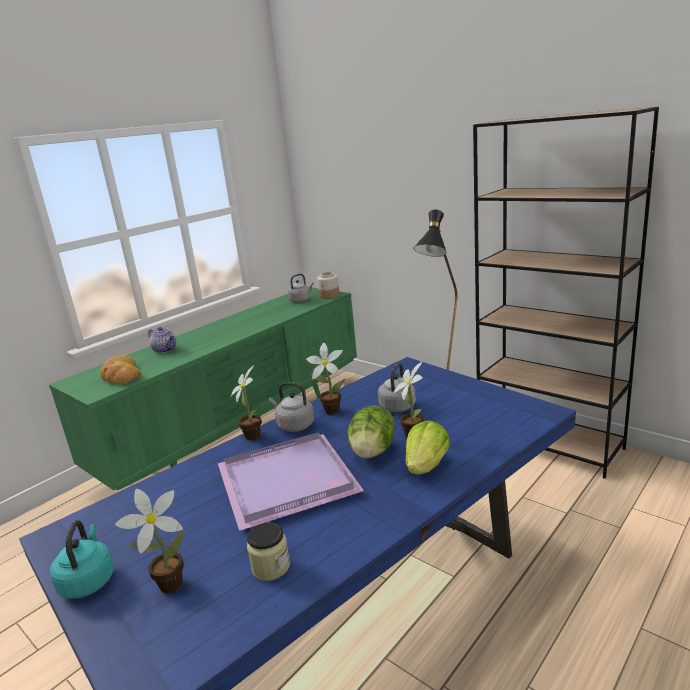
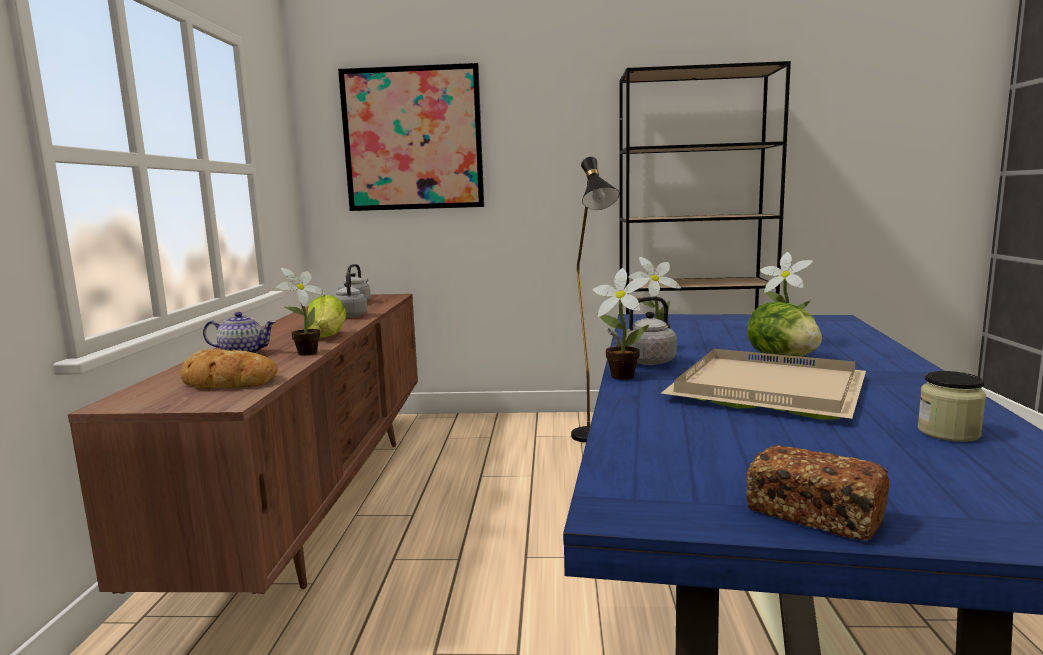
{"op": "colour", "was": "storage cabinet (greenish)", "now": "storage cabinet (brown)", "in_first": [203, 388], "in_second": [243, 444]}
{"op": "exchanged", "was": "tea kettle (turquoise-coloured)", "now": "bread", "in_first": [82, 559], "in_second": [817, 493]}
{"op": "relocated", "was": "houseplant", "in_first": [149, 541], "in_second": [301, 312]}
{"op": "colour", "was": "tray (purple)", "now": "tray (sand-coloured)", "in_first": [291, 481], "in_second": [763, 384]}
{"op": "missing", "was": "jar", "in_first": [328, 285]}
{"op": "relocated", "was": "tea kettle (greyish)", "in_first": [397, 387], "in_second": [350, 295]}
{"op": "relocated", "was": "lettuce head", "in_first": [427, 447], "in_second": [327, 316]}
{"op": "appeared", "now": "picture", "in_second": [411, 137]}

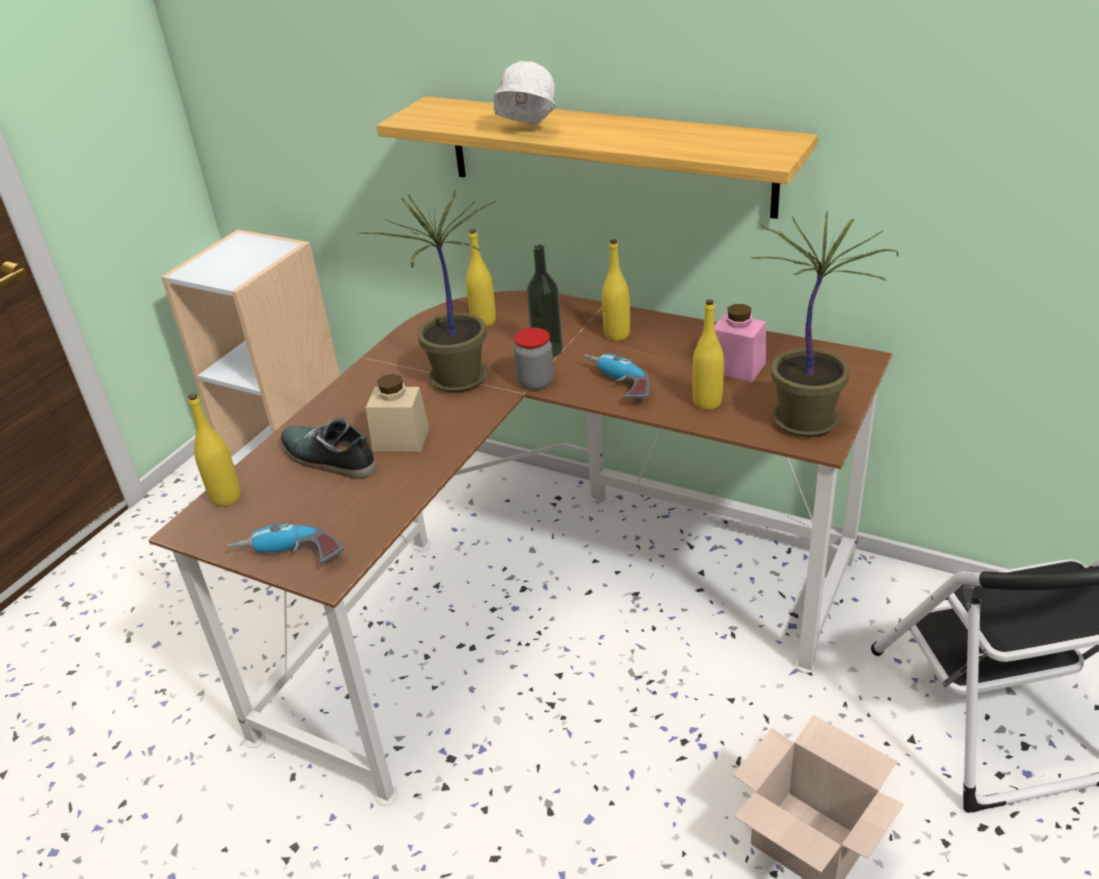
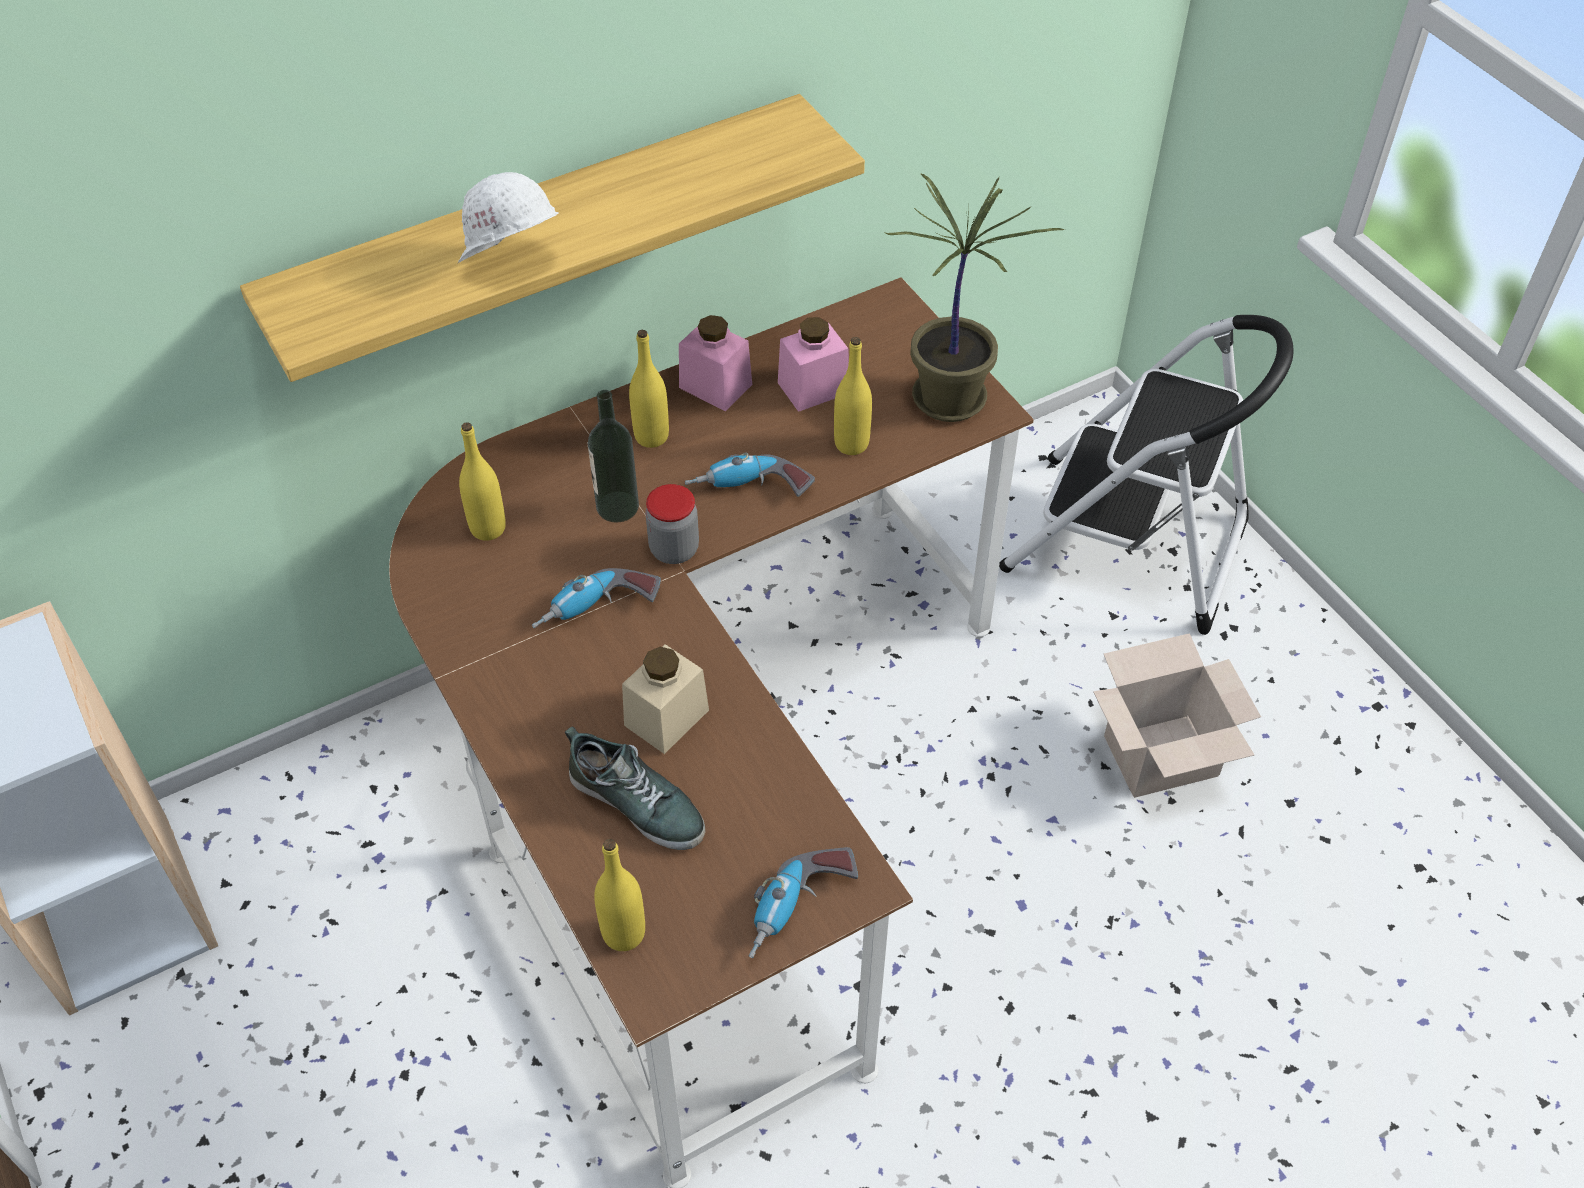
{"op": "spun", "was": "shoe", "in_first": [328, 448], "in_second": [635, 788], "clockwise": -120}
{"op": "exchanged", "was": "houseplant", "now": "power drill", "in_first": [428, 291], "in_second": [596, 598]}
{"op": "appeared", "now": "jar (pink-coloured)", "in_second": [715, 363]}

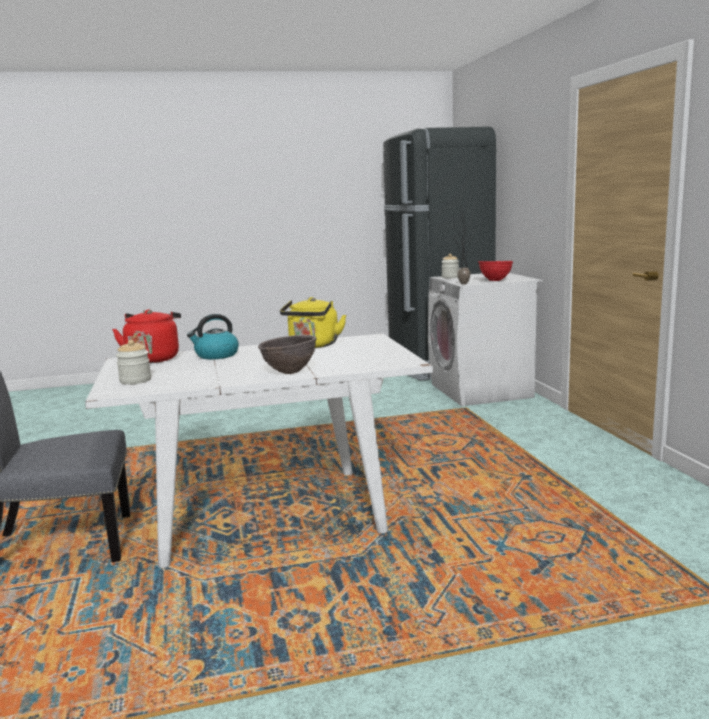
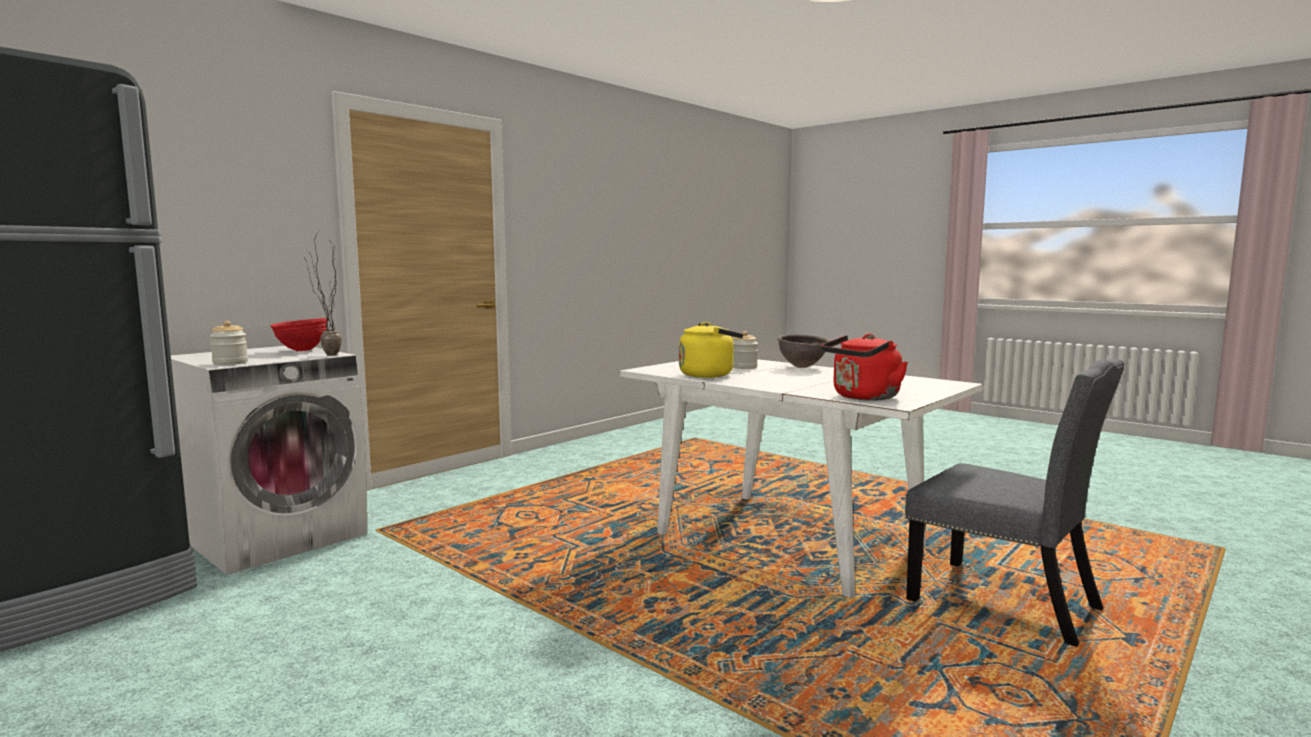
{"op": "relocated", "was": "jar", "in_first": [133, 362], "in_second": [745, 350]}
{"op": "missing", "was": "tea kettle", "in_first": [213, 336]}

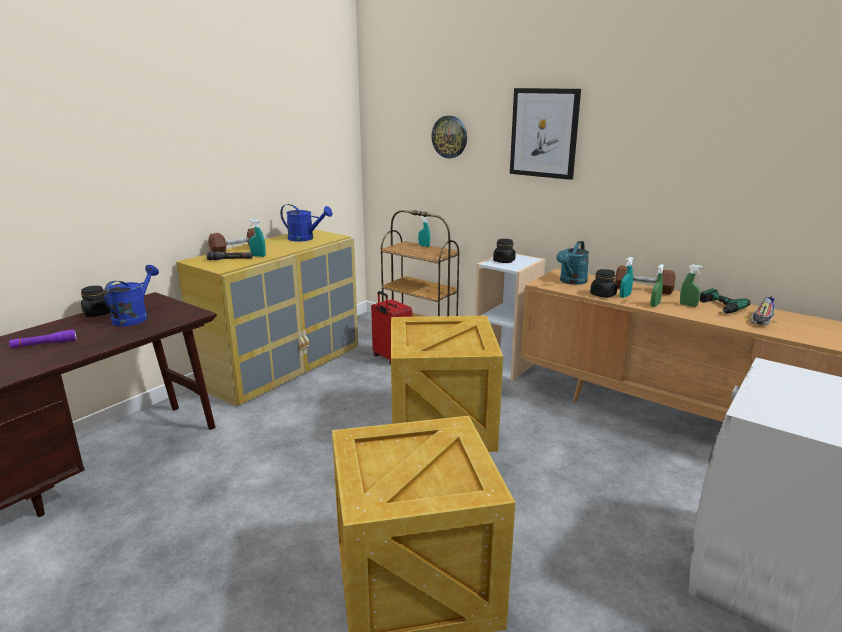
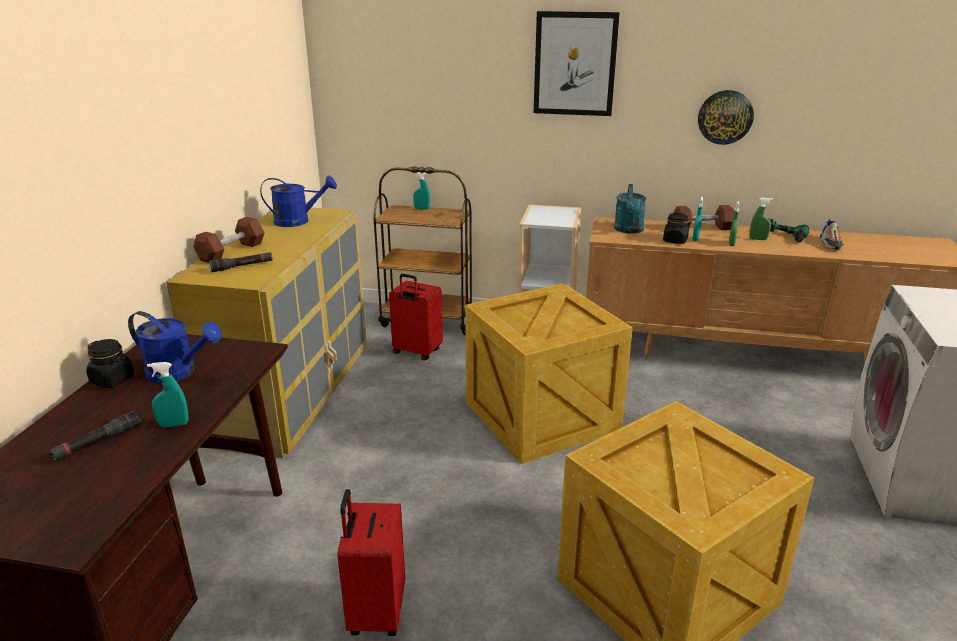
{"op": "colour", "was": "flashlight (purple)", "now": "flashlight (black)", "in_first": [43, 339], "in_second": [94, 436]}
{"op": "spun", "was": "sprinkling can (blue-coloured)", "in_first": [131, 296], "in_second": [175, 347], "clockwise": 120}
{"op": "relocated", "was": "hand sprayer (turquoise-coloured)", "in_first": [257, 238], "in_second": [168, 394]}
{"op": "relocated", "was": "hanging clock", "in_first": [449, 137], "in_second": [726, 117]}
{"op": "missing", "was": "jar (black)", "in_first": [504, 251]}
{"op": "appeared", "now": "piece of luggage (reddish)", "in_second": [371, 562]}

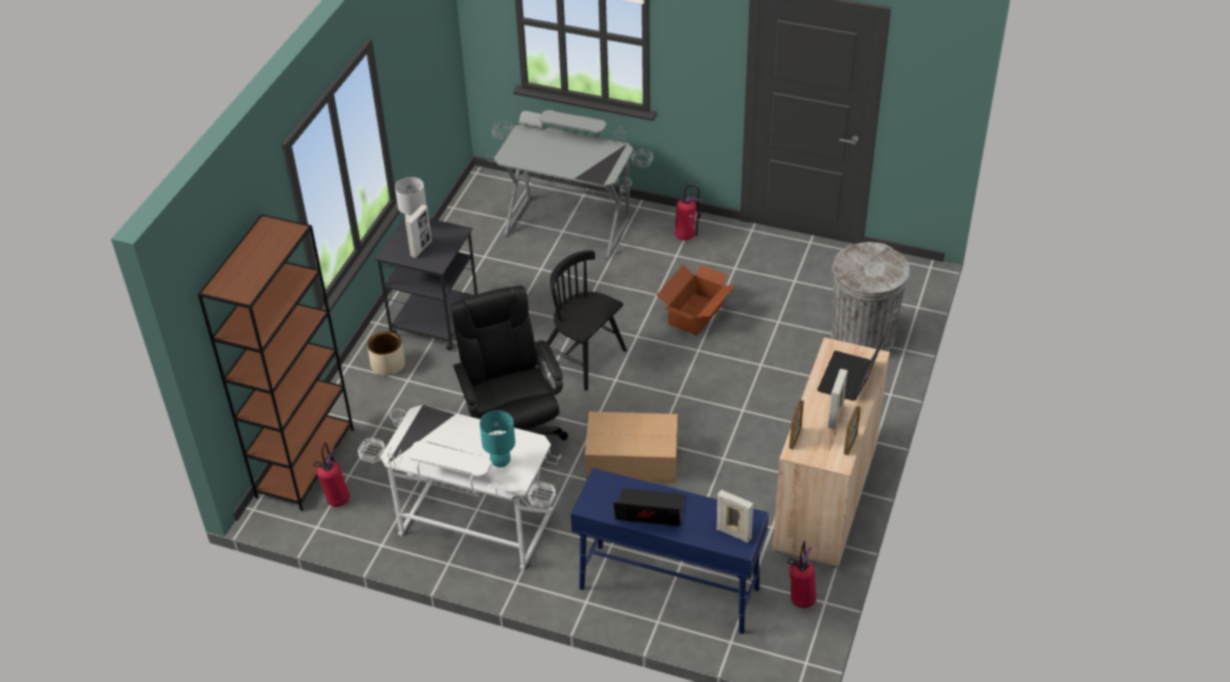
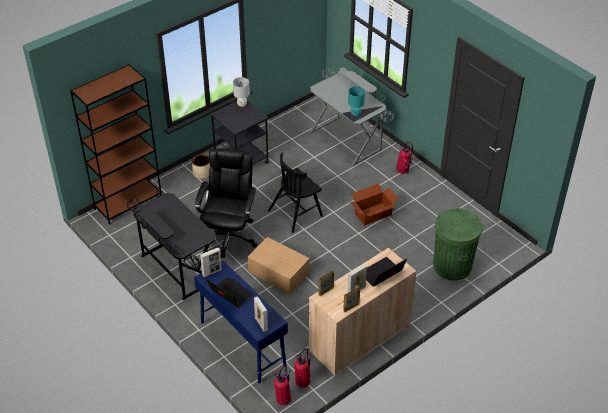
{"op": "relocated", "was": "fire extinguisher", "in_first": [331, 474], "in_second": [282, 385]}
{"op": "colour", "was": "desk (whitish)", "now": "desk (black)", "in_first": [459, 487], "in_second": [172, 245]}
{"op": "relocated", "was": "photo frame", "in_first": [418, 231], "in_second": [211, 262]}
{"op": "relocated", "was": "table lamp (turquoise-coloured)", "in_first": [497, 439], "in_second": [356, 101]}
{"op": "spun", "was": "plain chair (black)", "in_first": [581, 320], "in_second": [295, 193], "clockwise": -105}
{"op": "colour", "was": "waste bin (greyish)", "now": "waste bin (greenish)", "in_first": [870, 297], "in_second": [458, 244]}

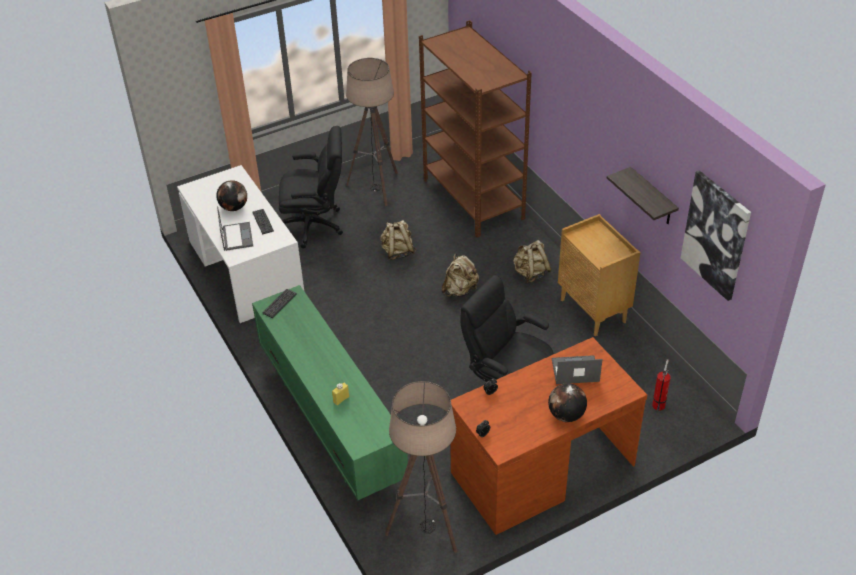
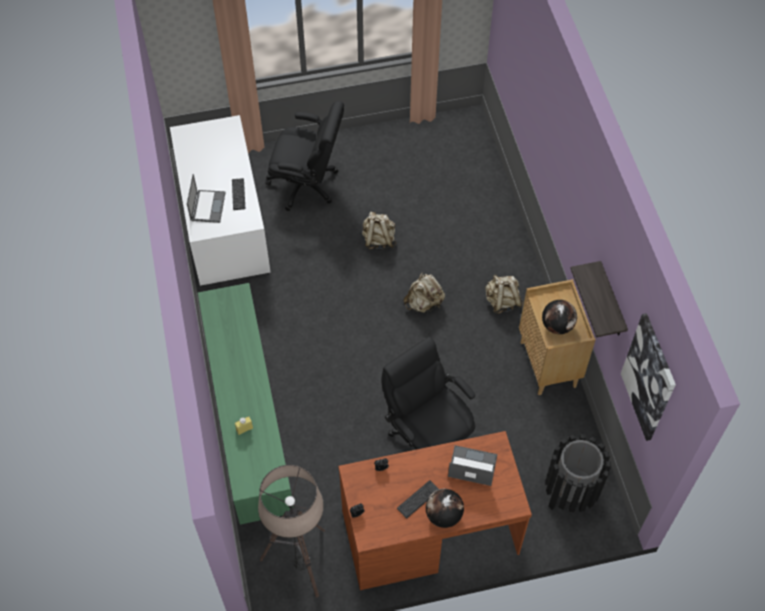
{"op": "relocated", "was": "desk globe", "in_first": [231, 195], "in_second": [559, 317]}
{"op": "relocated", "was": "PC keyboard", "in_first": [280, 303], "in_second": [418, 499]}
{"op": "missing", "was": "floor lamp", "in_first": [372, 132]}
{"op": "missing", "was": "shelving unit (brown)", "in_first": [475, 128]}
{"op": "exchanged", "was": "fire extinguisher", "now": "waste bin (black)", "in_first": [661, 385], "in_second": [578, 473]}

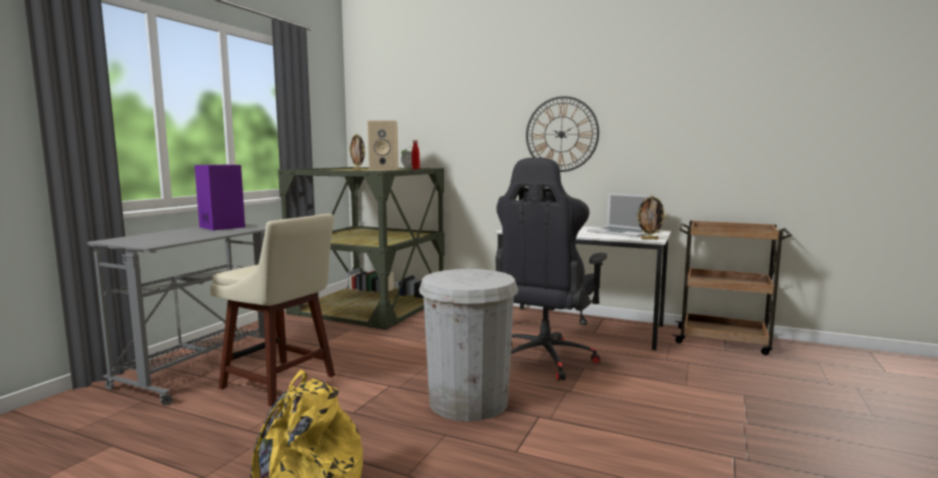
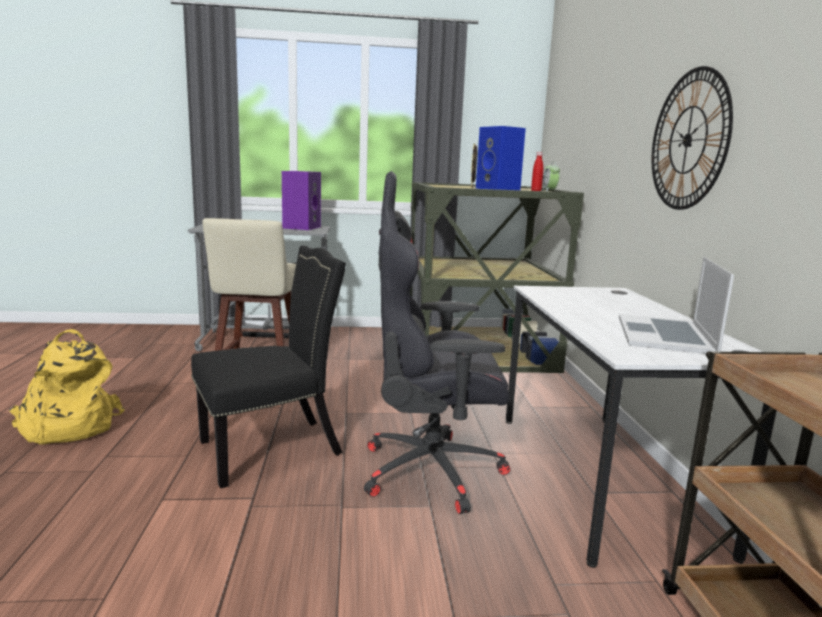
{"op": "colour", "was": "loudspeaker (sand-coloured)", "now": "loudspeaker (blue-coloured)", "in_first": [383, 145], "in_second": [501, 158]}
{"op": "exchanged", "was": "waste bin (whitish)", "now": "plain chair (black)", "in_first": [468, 345], "in_second": [268, 366]}
{"op": "missing", "was": "photo frame", "in_first": [651, 217]}

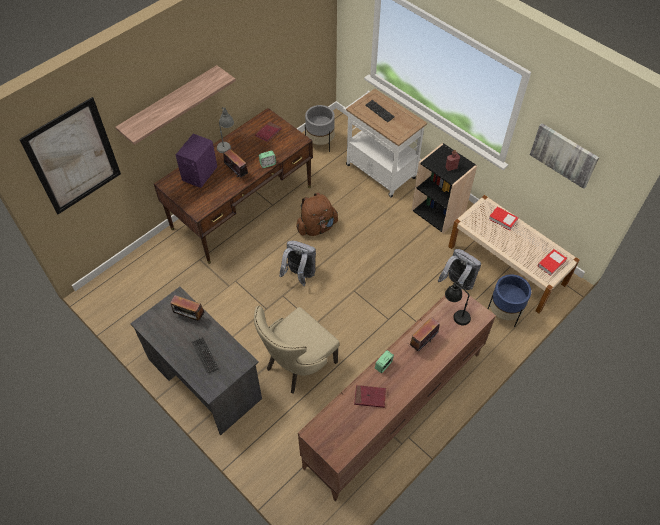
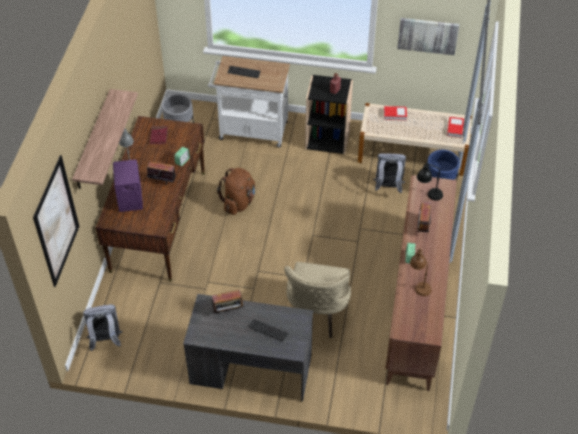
{"op": "relocated", "was": "rucksack (greyish)", "in_first": [297, 263], "in_second": [103, 327]}
{"op": "exchanged", "was": "volume (reddish)", "now": "table lamp (brown)", "in_first": [370, 396], "in_second": [421, 272]}

